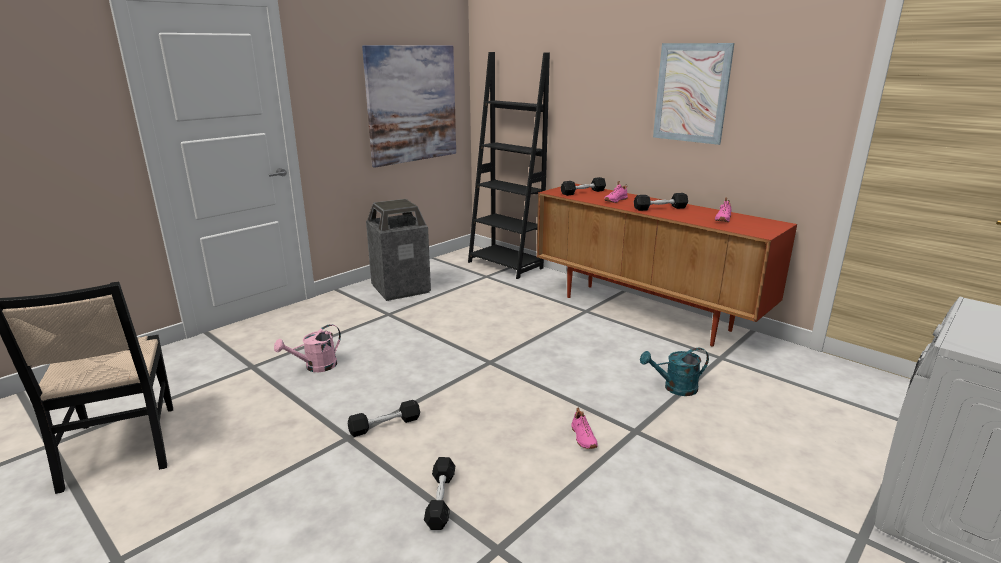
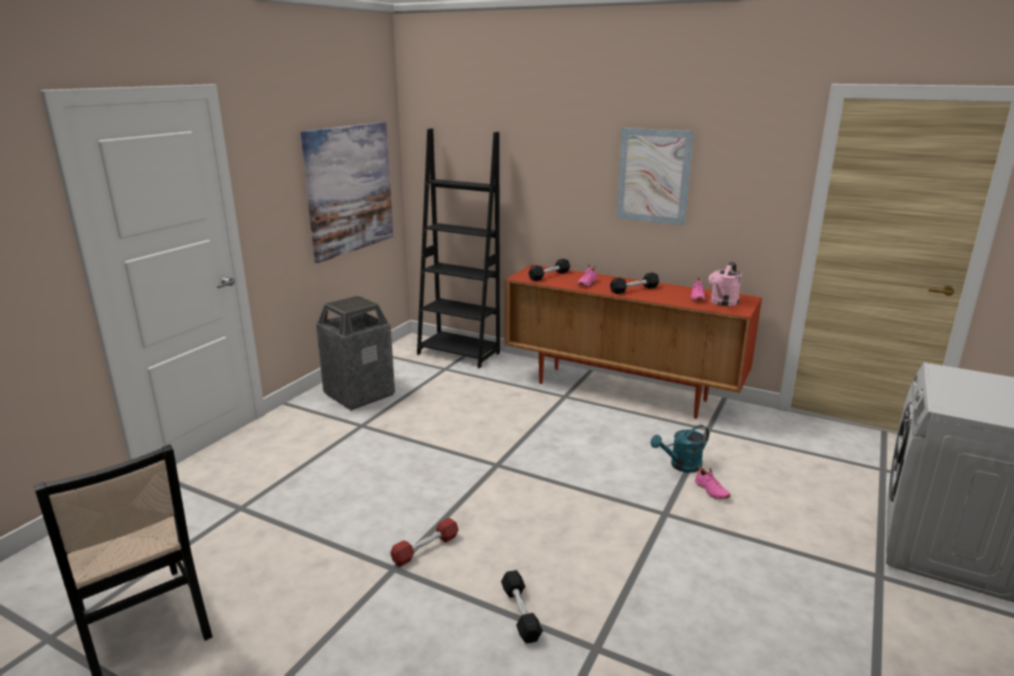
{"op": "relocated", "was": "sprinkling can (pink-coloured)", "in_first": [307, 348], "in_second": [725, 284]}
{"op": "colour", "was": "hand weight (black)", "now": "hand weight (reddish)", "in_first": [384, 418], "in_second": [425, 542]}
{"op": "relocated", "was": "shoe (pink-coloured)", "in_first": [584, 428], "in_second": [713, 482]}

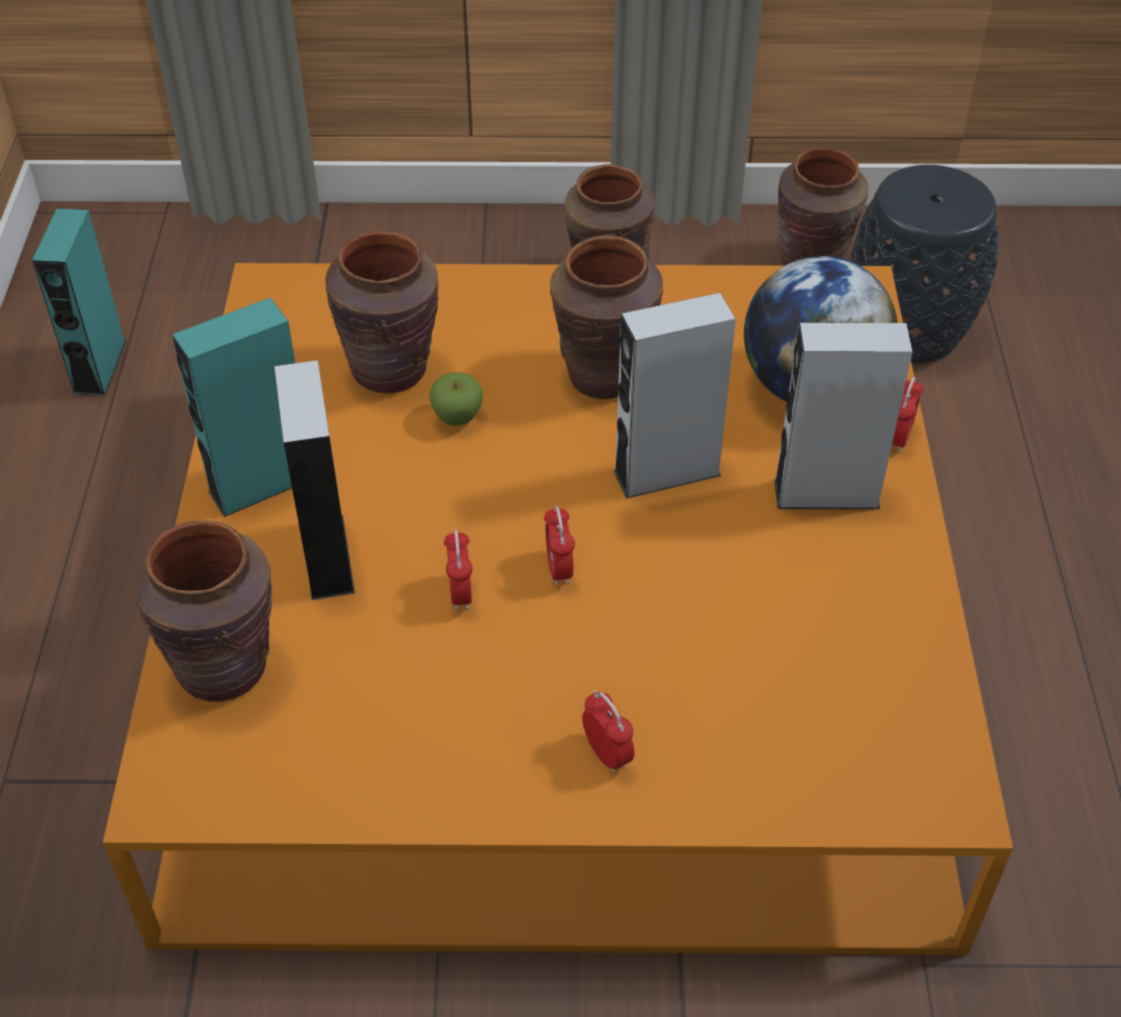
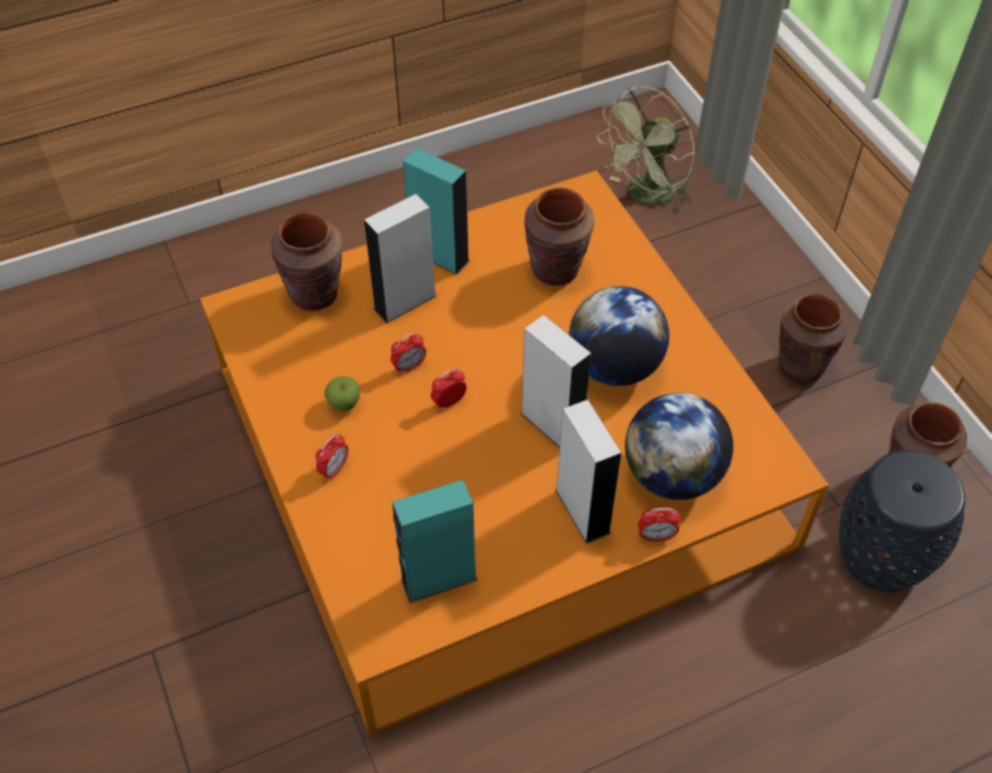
{"op": "relocated", "was": "loudspeaker (turquoise-coloured)", "in_first": [79, 302], "in_second": [434, 541]}
{"op": "relocated", "was": "apple", "in_first": [456, 399], "in_second": [342, 393]}
{"op": "exchanged", "was": "flower vase (brown)", "now": "desk globe", "in_first": [606, 317], "in_second": [619, 336]}
{"op": "appeared", "now": "fan (greenish)", "in_second": [645, 149]}

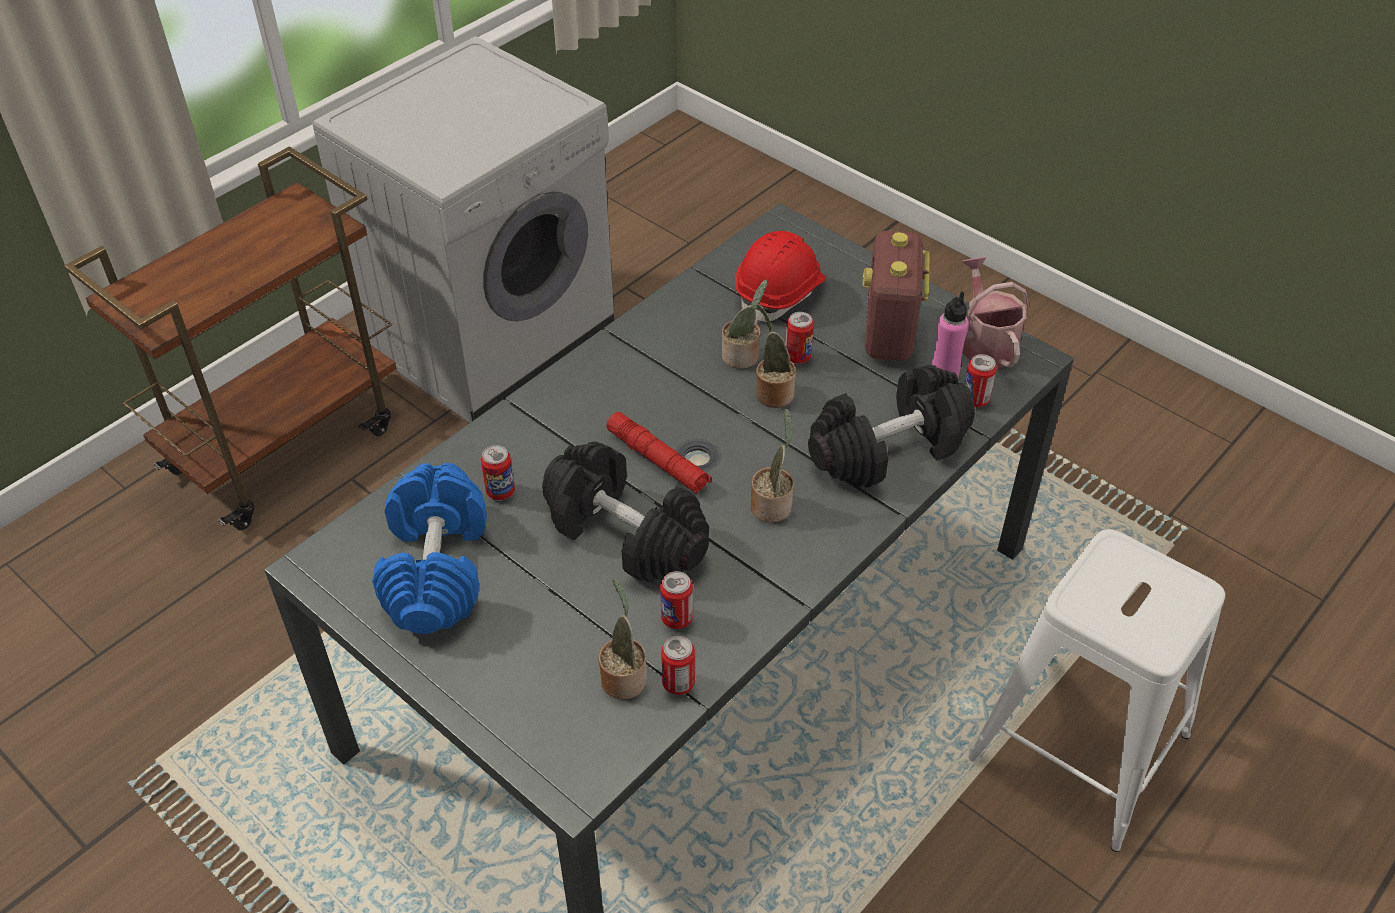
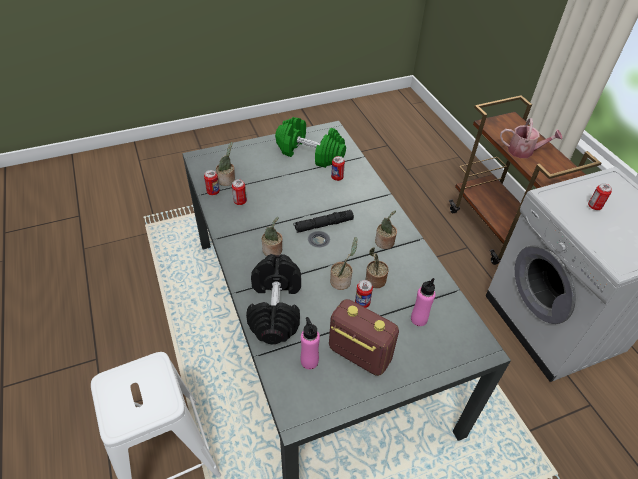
{"op": "colour", "was": "hand weight (blue-coloured)", "now": "hand weight (greenish)", "in_first": [429, 548], "in_second": [310, 142]}
{"op": "missing", "was": "hand weight (black)", "in_first": [625, 512]}
{"op": "colour", "was": "flashlight (reddish)", "now": "flashlight (black)", "in_first": [659, 453], "in_second": [324, 221]}
{"op": "exchanged", "was": "work helmet (reddish)", "now": "beverage bottle (pink-coloured)", "in_first": [780, 277], "in_second": [423, 302]}
{"op": "relocated", "was": "sprinkling can", "in_first": [995, 312], "in_second": [531, 138]}
{"op": "relocated", "was": "metal can", "in_first": [980, 380], "in_second": [600, 196]}
{"op": "appeared", "now": "houseplant", "in_second": [386, 229]}

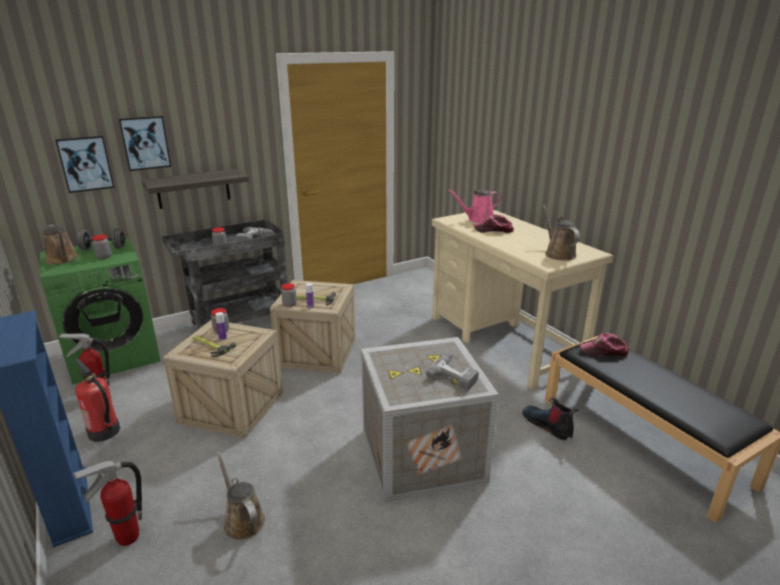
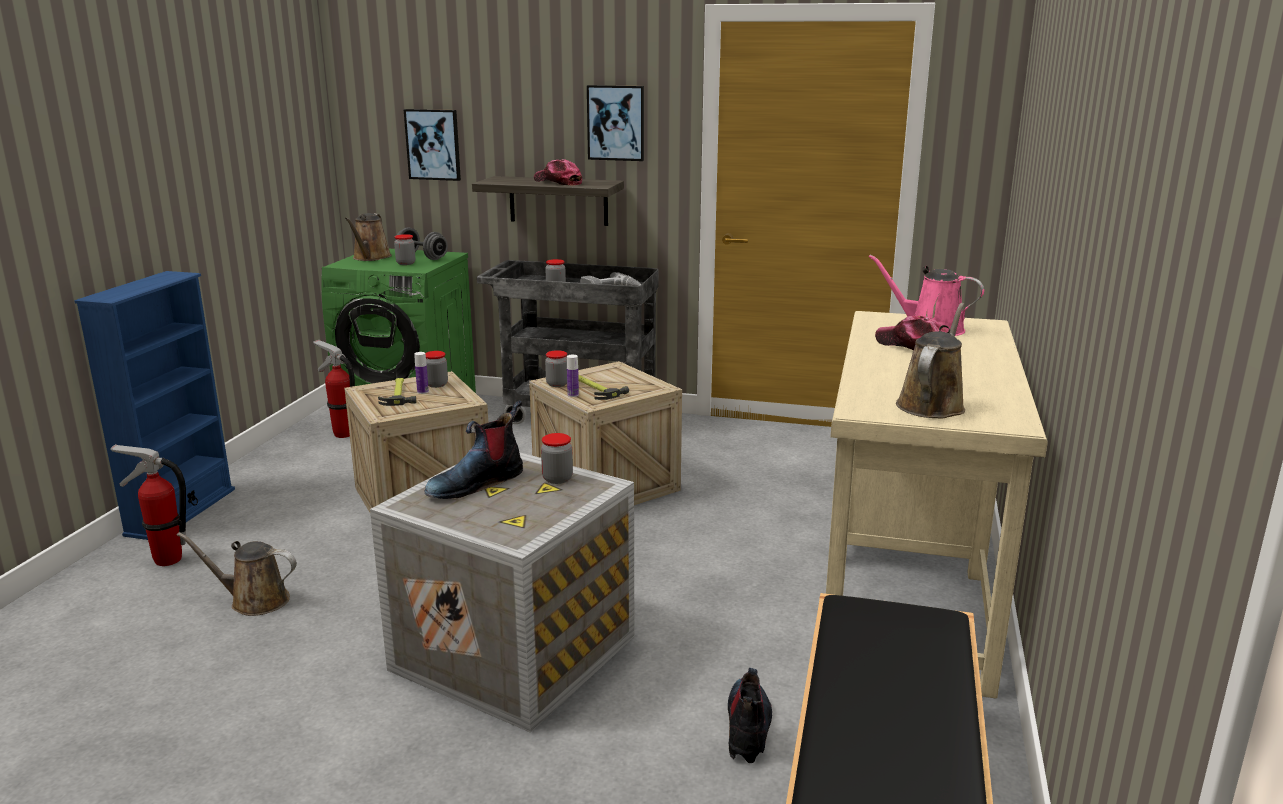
{"op": "missing", "was": "fire extinguisher", "in_first": [97, 400]}
{"op": "relocated", "was": "picture", "in_first": [145, 143], "in_second": [615, 123]}
{"op": "spun", "was": "sprinkling can (brown)", "in_first": [240, 495], "in_second": [237, 574], "clockwise": -90}
{"op": "missing", "was": "power drill", "in_first": [452, 372]}
{"op": "relocated", "was": "cap", "in_first": [604, 345], "in_second": [558, 172]}
{"op": "appeared", "now": "tall boot", "in_second": [473, 449]}
{"op": "appeared", "now": "jar", "in_second": [557, 458]}

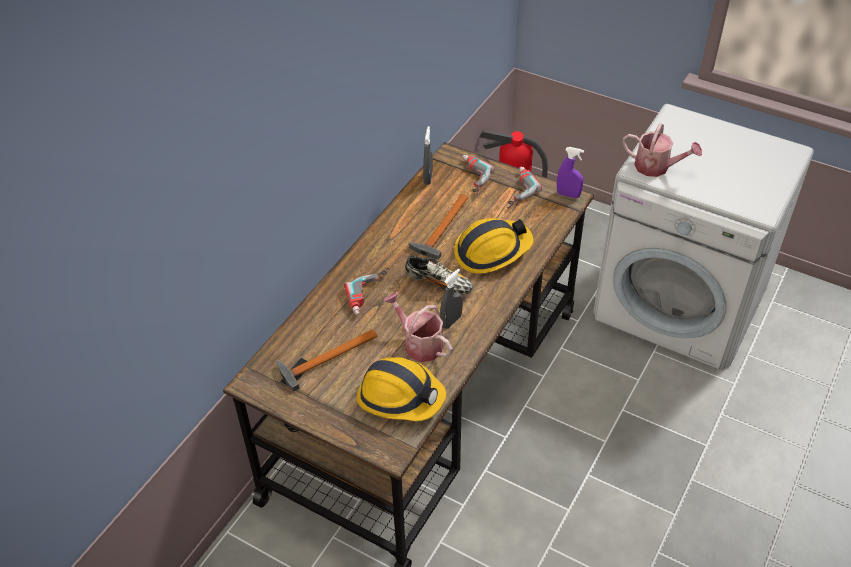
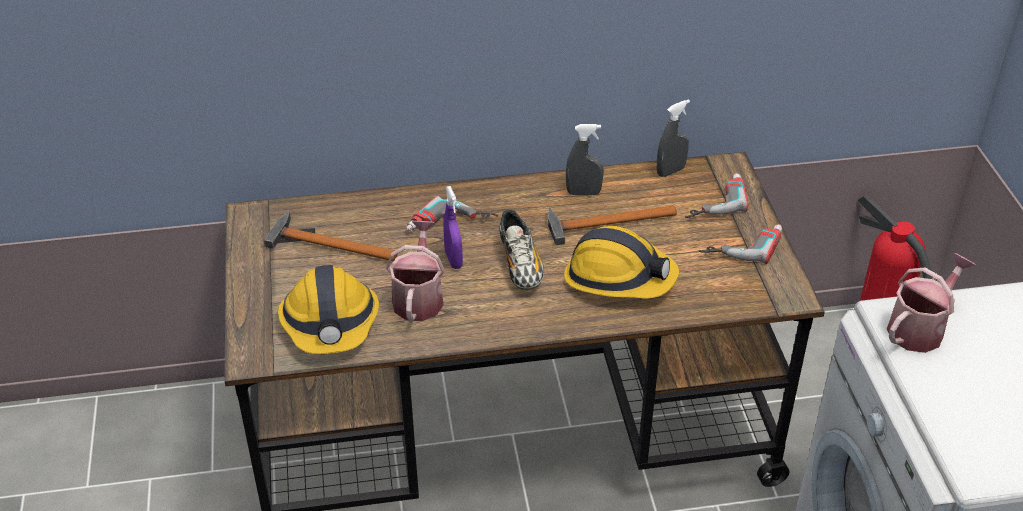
{"op": "relocated", "was": "hand sprayer (greyish)", "in_first": [451, 299], "in_second": [585, 159]}
{"op": "relocated", "was": "hand sprayer (purple)", "in_first": [570, 172], "in_second": [453, 227]}
{"op": "spun", "was": "sprinkling can", "in_first": [662, 150], "in_second": [931, 303], "clockwise": -120}

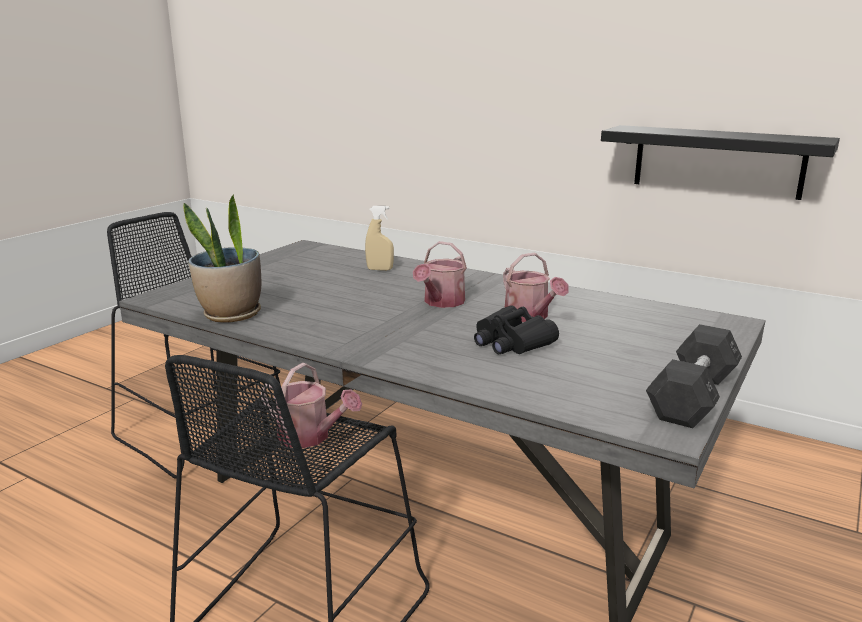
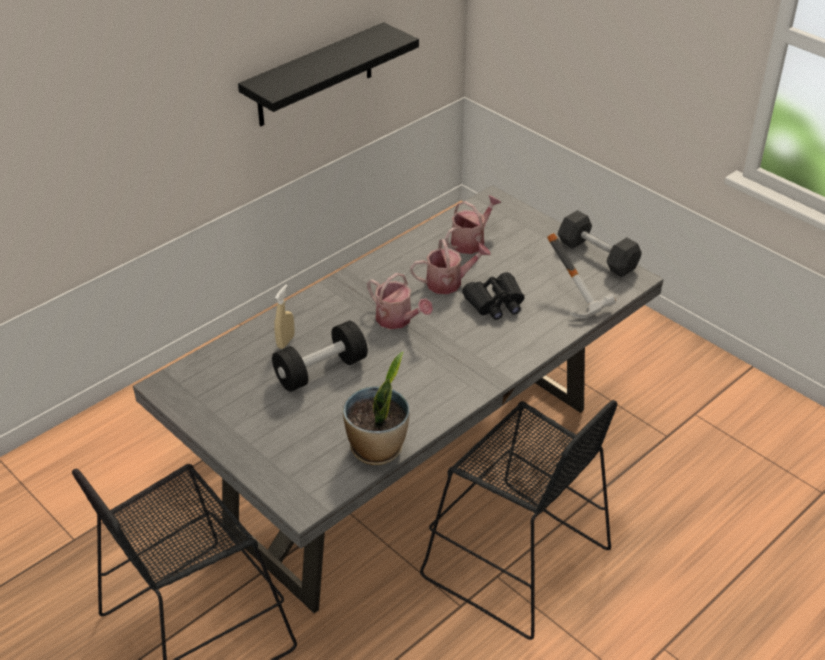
{"op": "relocated", "was": "sprinkling can", "in_first": [311, 405], "in_second": [473, 224]}
{"op": "appeared", "now": "hand weight (black)", "in_second": [320, 356]}
{"op": "appeared", "now": "hammer", "in_second": [581, 275]}

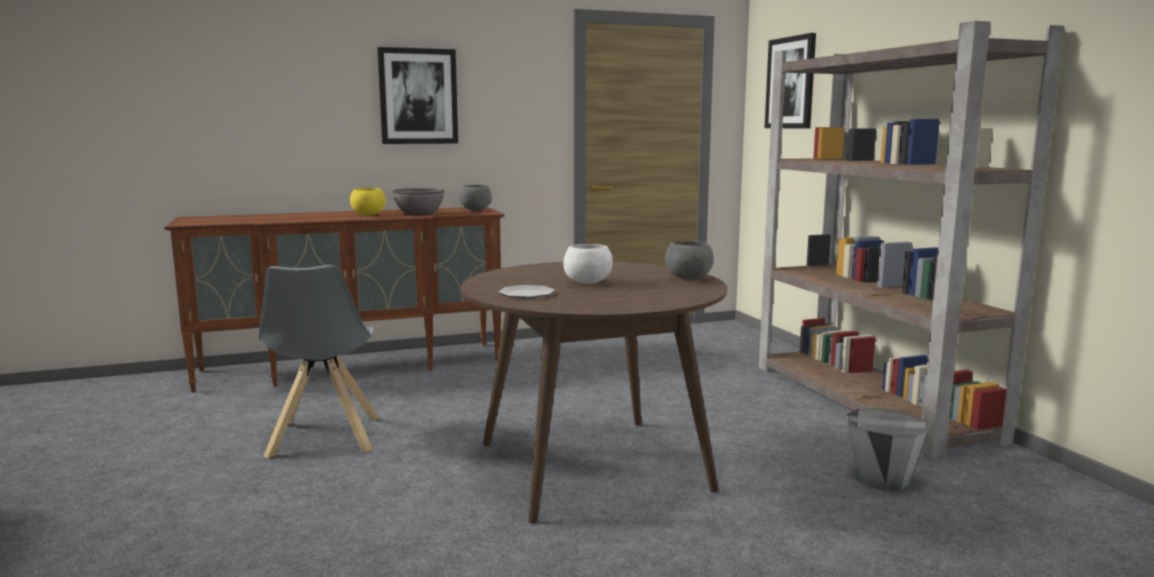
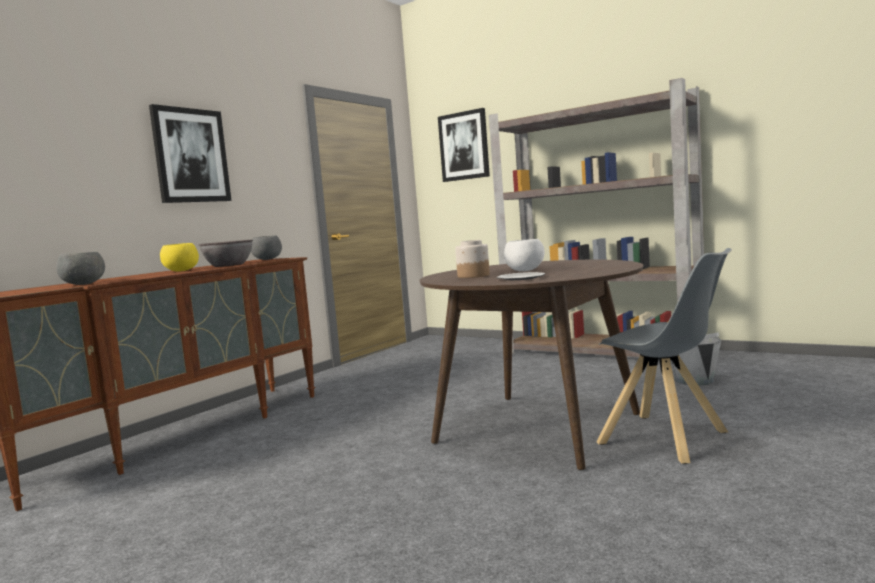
{"op": "relocated", "was": "plain chair (greyish)", "in_first": [319, 362], "in_second": [664, 356]}
{"op": "relocated", "was": "deep dish (greyish)", "in_first": [689, 260], "in_second": [80, 268]}
{"op": "appeared", "now": "jar", "in_second": [472, 259]}

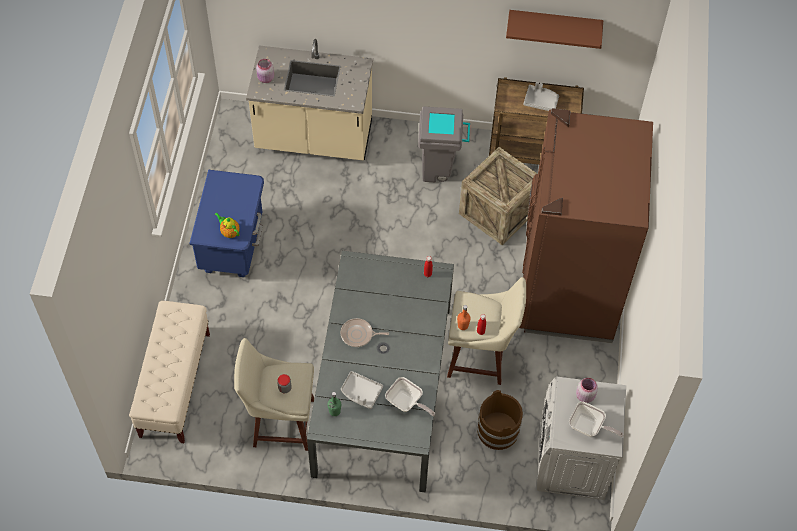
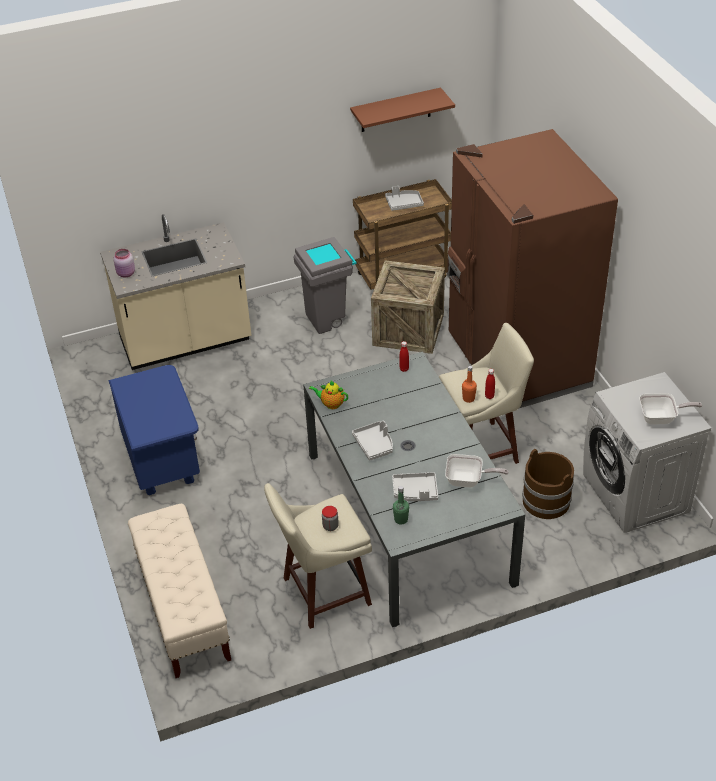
{"op": "relocated", "was": "pot for tea", "in_first": [227, 225], "in_second": [328, 395]}
{"op": "exchanged", "was": "frying pan", "now": "tray (greyish)", "in_first": [365, 332], "in_second": [372, 441]}
{"op": "missing", "was": "jar (pink-coloured)", "in_first": [587, 390]}

